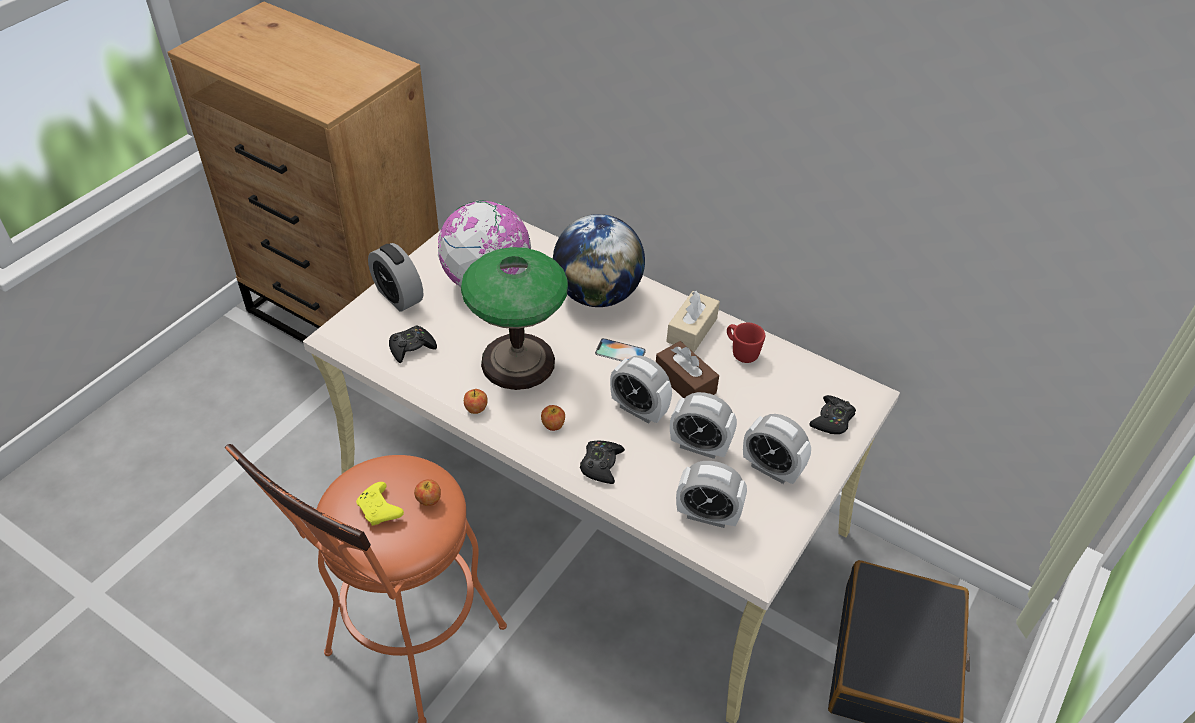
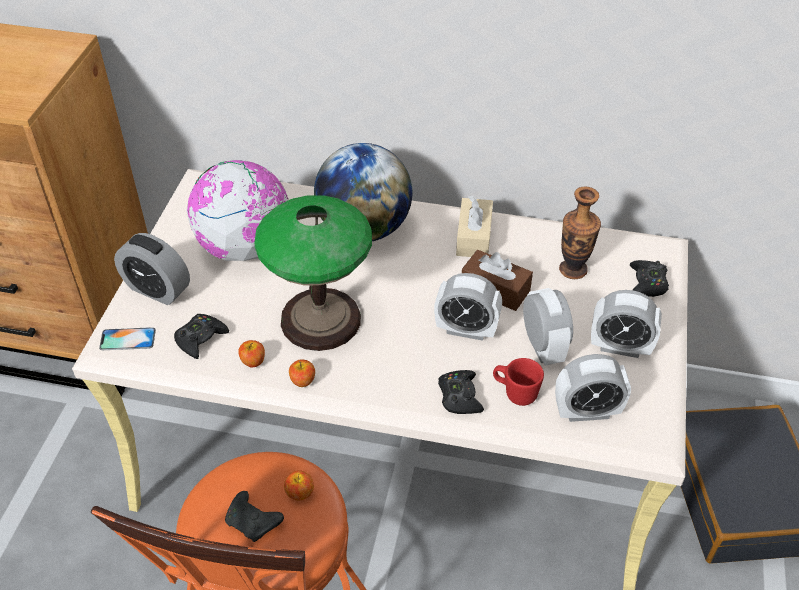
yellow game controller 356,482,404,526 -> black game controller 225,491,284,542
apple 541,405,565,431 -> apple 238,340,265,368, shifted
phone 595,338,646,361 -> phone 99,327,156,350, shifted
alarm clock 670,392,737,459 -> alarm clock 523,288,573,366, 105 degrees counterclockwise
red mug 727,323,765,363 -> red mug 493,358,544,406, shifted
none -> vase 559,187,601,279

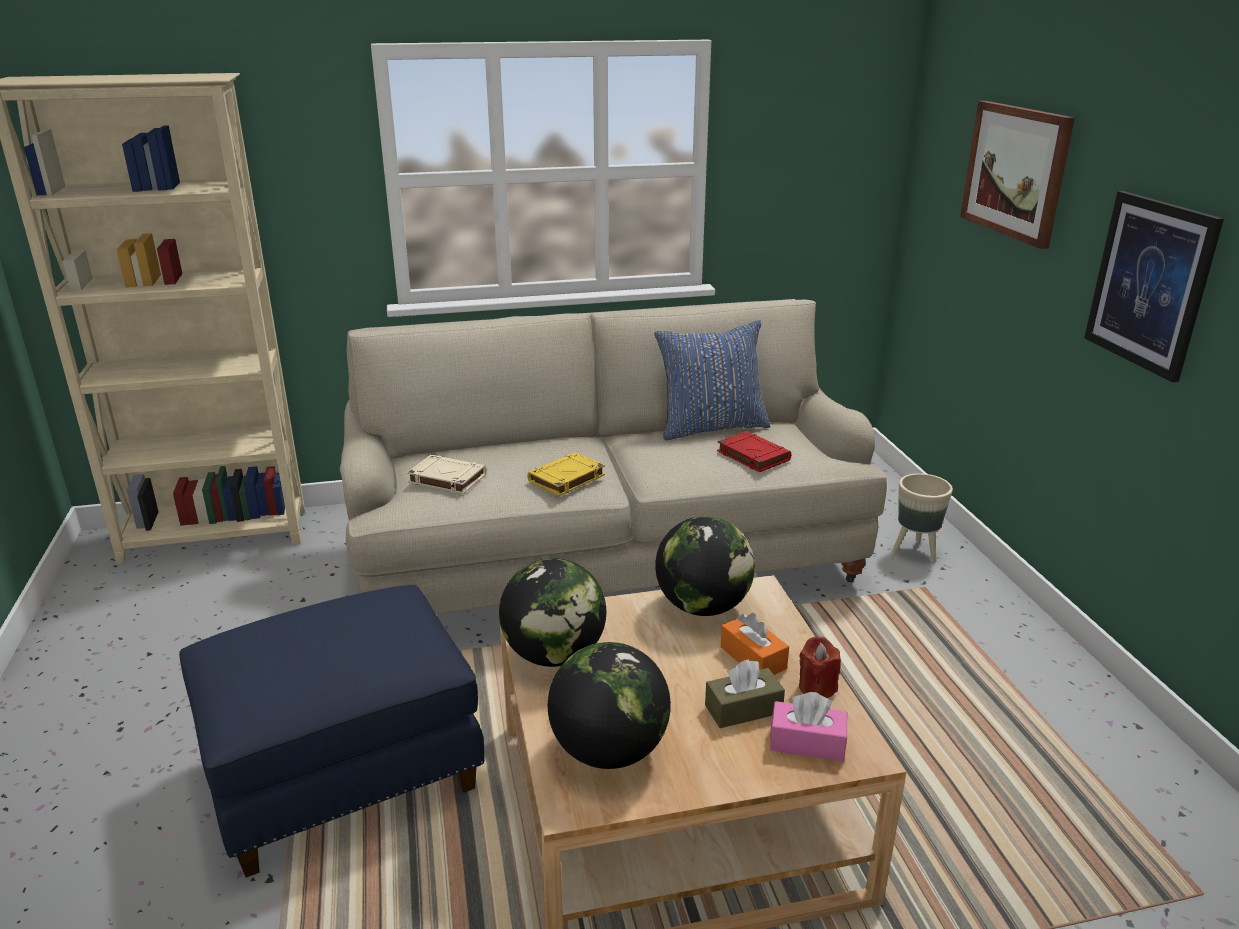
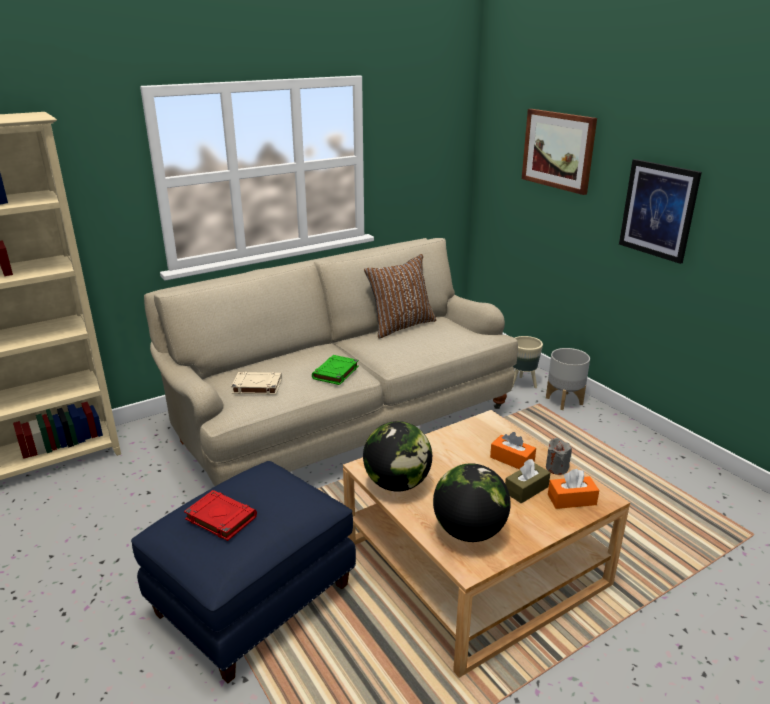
yellow book 527,452,605,496 -> green book 312,355,359,385
blue pillow 654,320,771,440 -> brown pillow 364,254,436,339
globe 655,516,755,616 -> none
red book 717,431,791,472 -> red book 184,490,257,541, shifted
pink tissue box 770,692,847,761 -> orange tissue box 548,469,599,509
red candle 799,637,841,698 -> grey candle 546,438,572,475
none -> grey planter 546,348,590,410

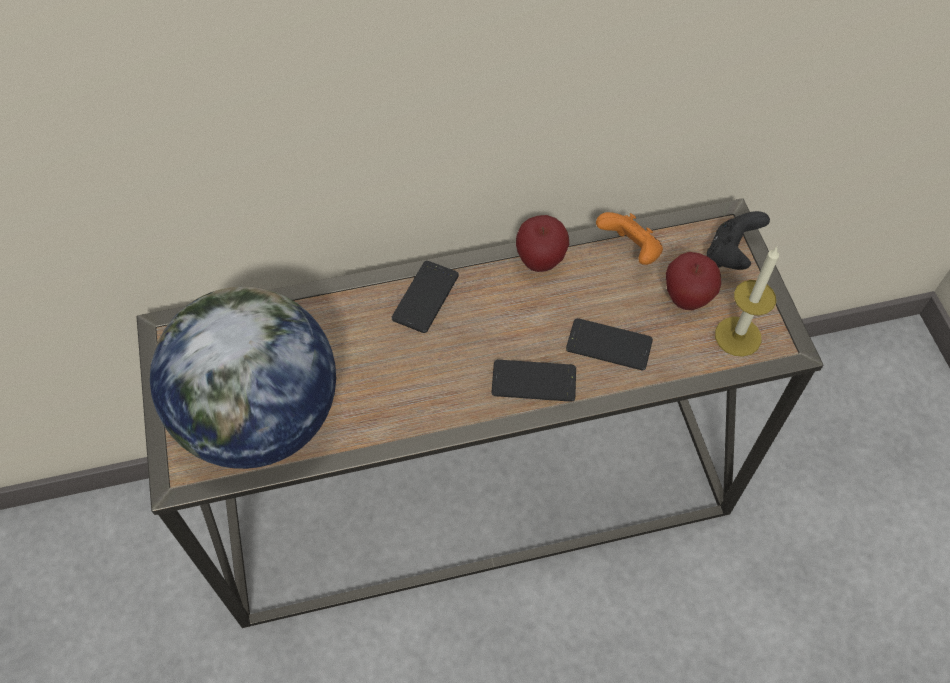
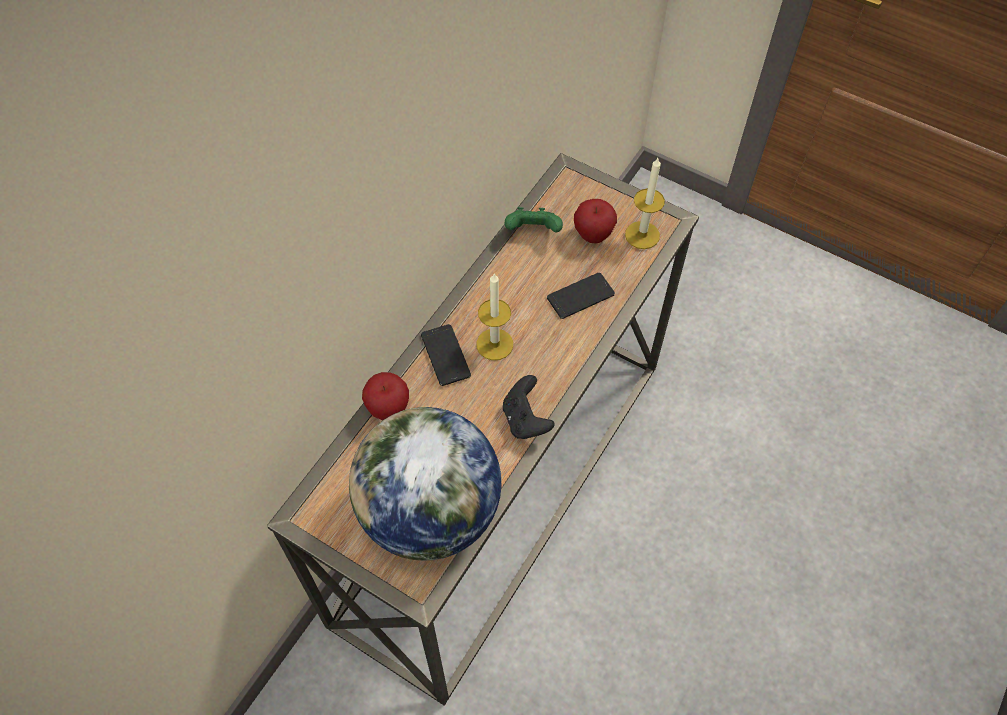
phone 492,360,576,402 -> none
apple 516,215,569,272 -> apple 362,372,409,420, shifted
orange game controller 596,212,663,265 -> green game controller 505,207,563,232
black game controller 707,211,770,270 -> black game controller 503,375,554,439, shifted
none -> candle 476,274,513,360

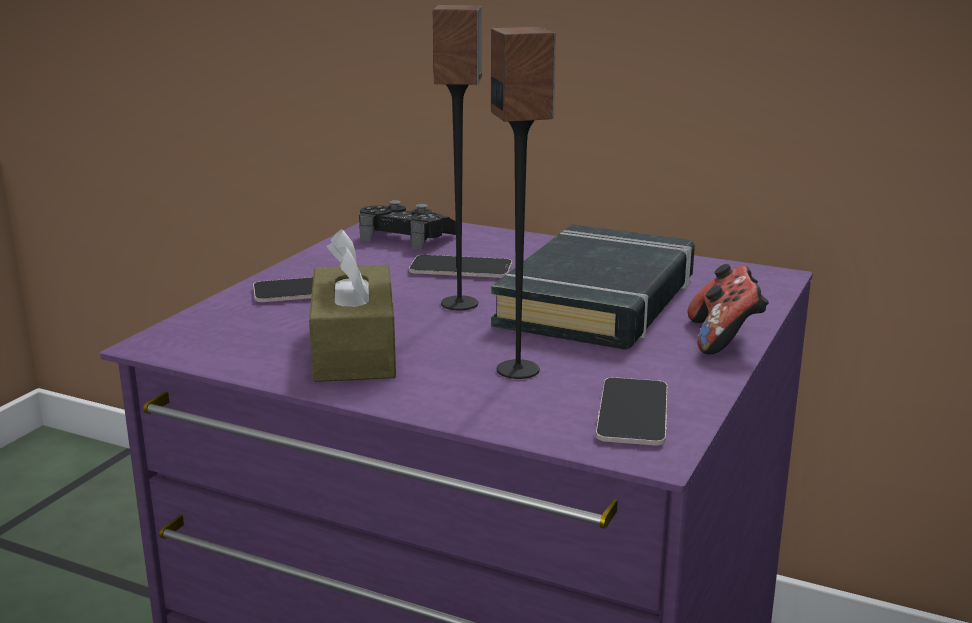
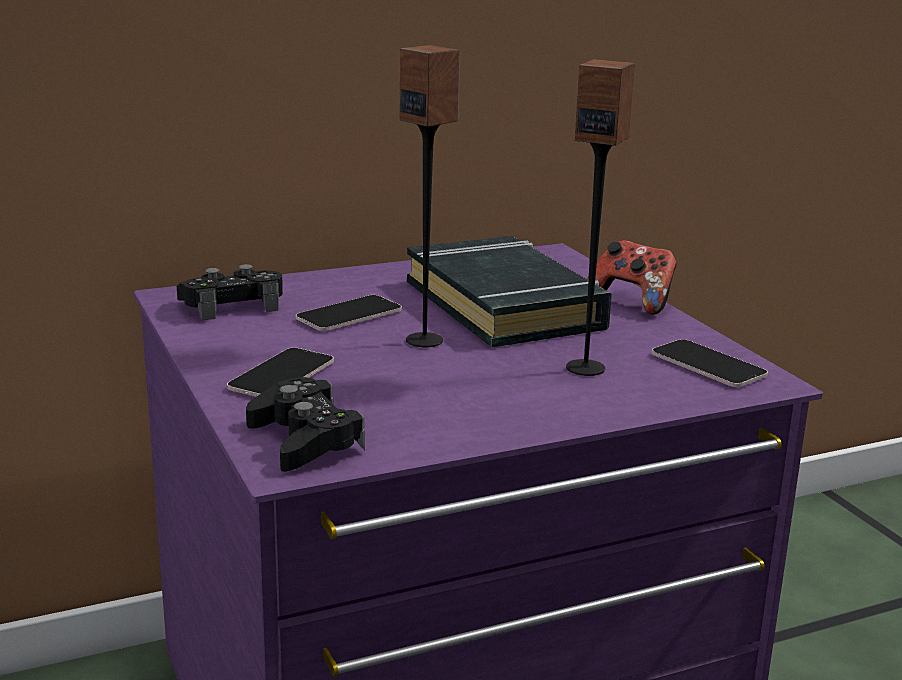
brown tissue box 309,229,396,382 -> none
none -> black game controller 246,377,365,472

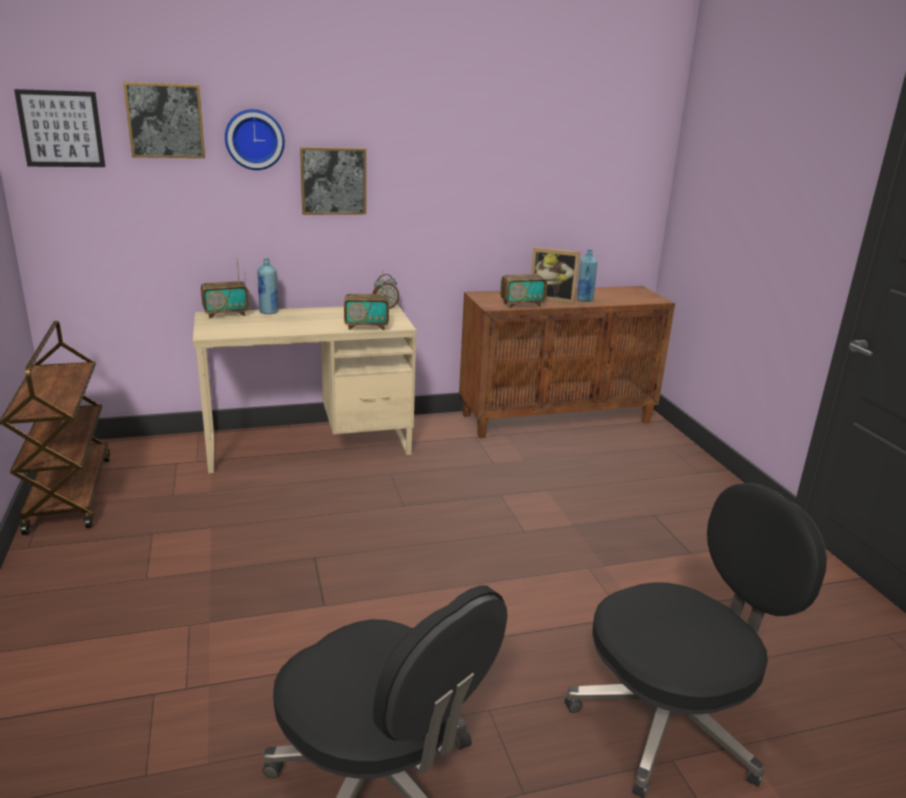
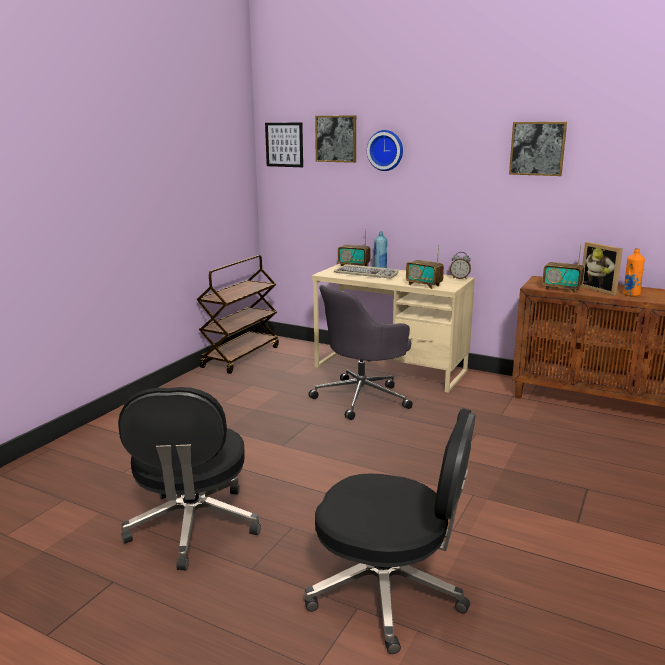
picture 300,147,366,215 -> picture 509,122,567,176, shifted
blue bottle 577,250,597,302 -> orange bottle 623,248,645,297
none -> grey office chair 308,285,413,420
none -> keyboard 334,265,398,278

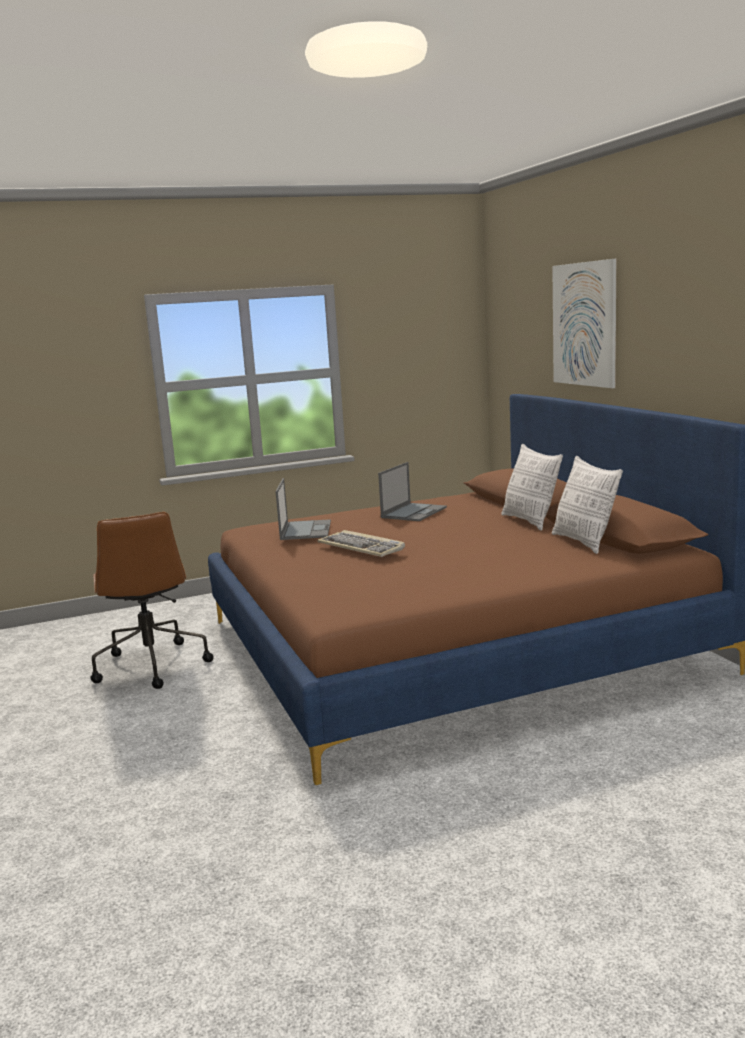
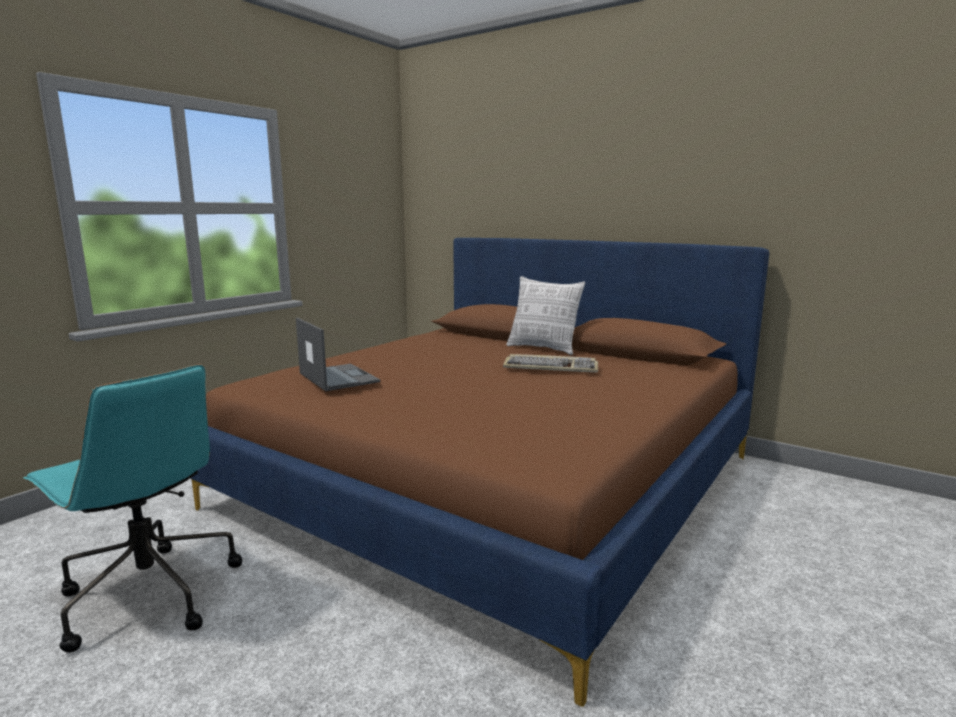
brown office chair 90,512,214,689 -> turquoise office chair 23,364,242,653
keyboard 317,530,405,557 -> keyboard 503,354,598,373, shifted
laptop 378,462,447,521 -> none
picture 552,259,616,388 -> none
pillow 552,456,623,554 -> none

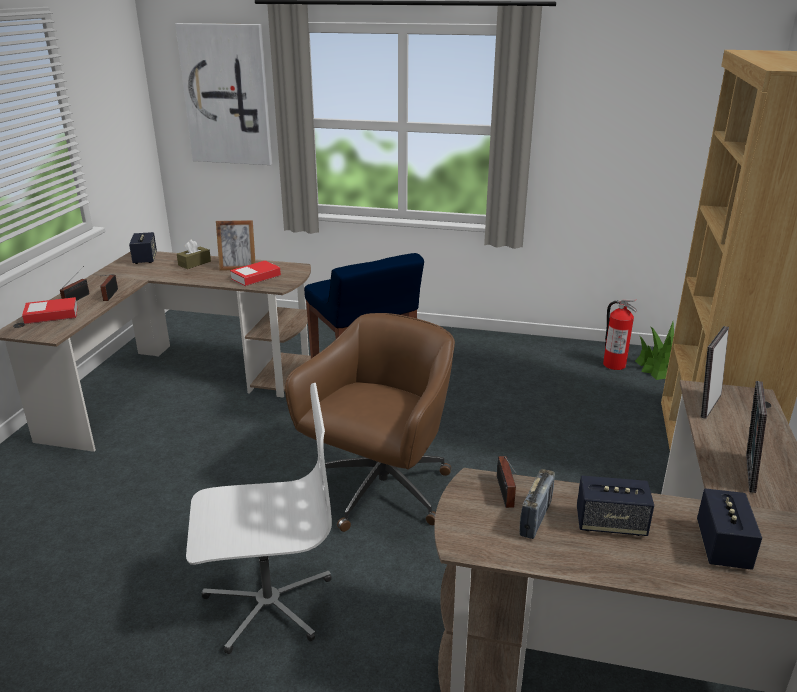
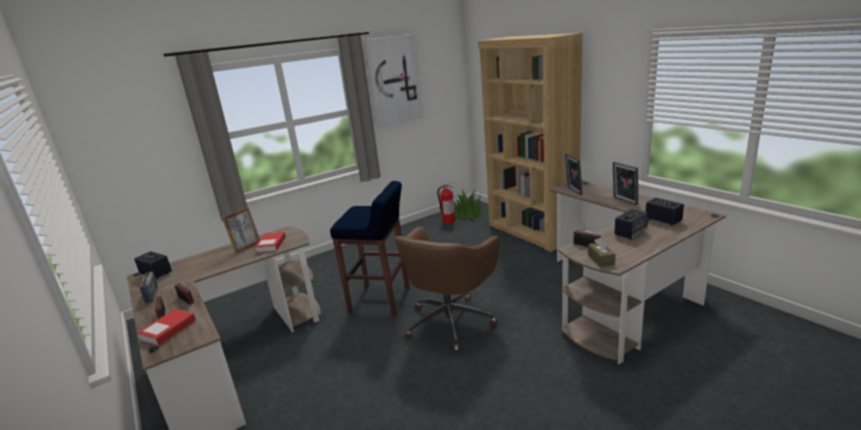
picture 175,23,272,165 -> picture 365,34,424,128, shifted
brown tissue box 177,240,211,269 -> brown tissue box 588,238,616,267, shifted
white office chair 186,383,332,654 -> none
brown office chair 285,313,455,532 -> brown office chair 394,227,500,352, 135 degrees counterclockwise
radio 519,469,555,539 -> radio 140,272,158,303, shifted

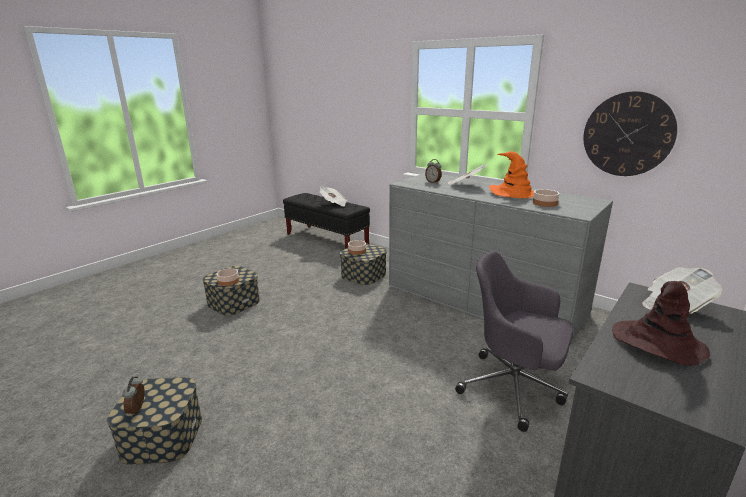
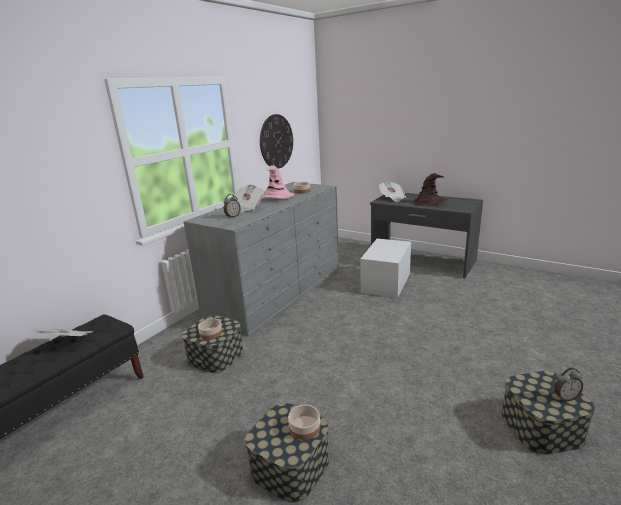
grey office chair 455,251,573,432 -> white storage box 360,239,411,298
orange hat 489,151,534,198 -> pink hat 262,165,294,199

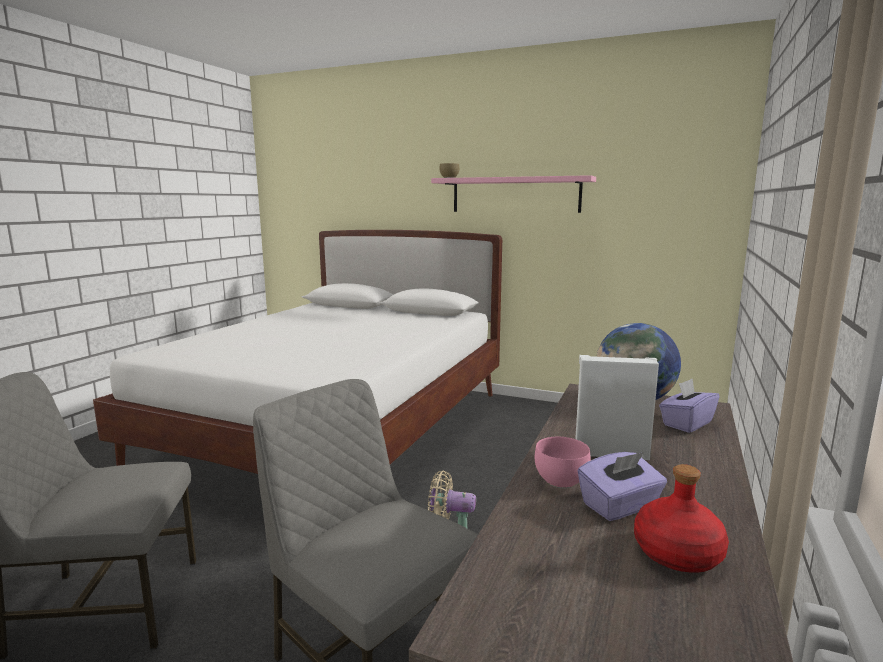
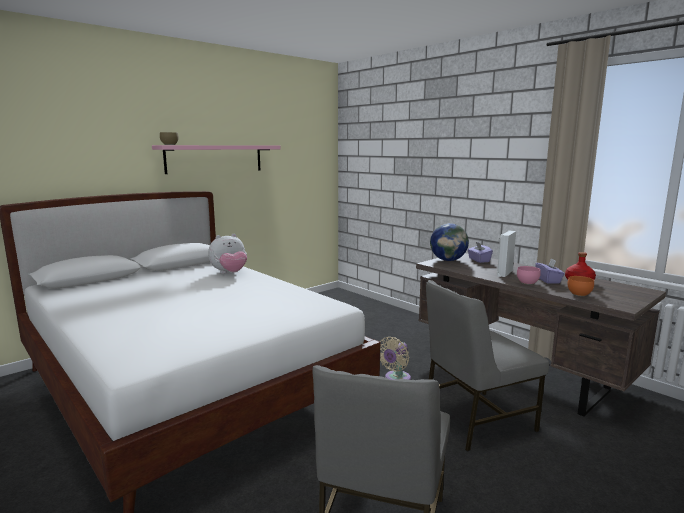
none -> plush toy 208,234,247,274
none -> orange bowl 567,276,594,296

